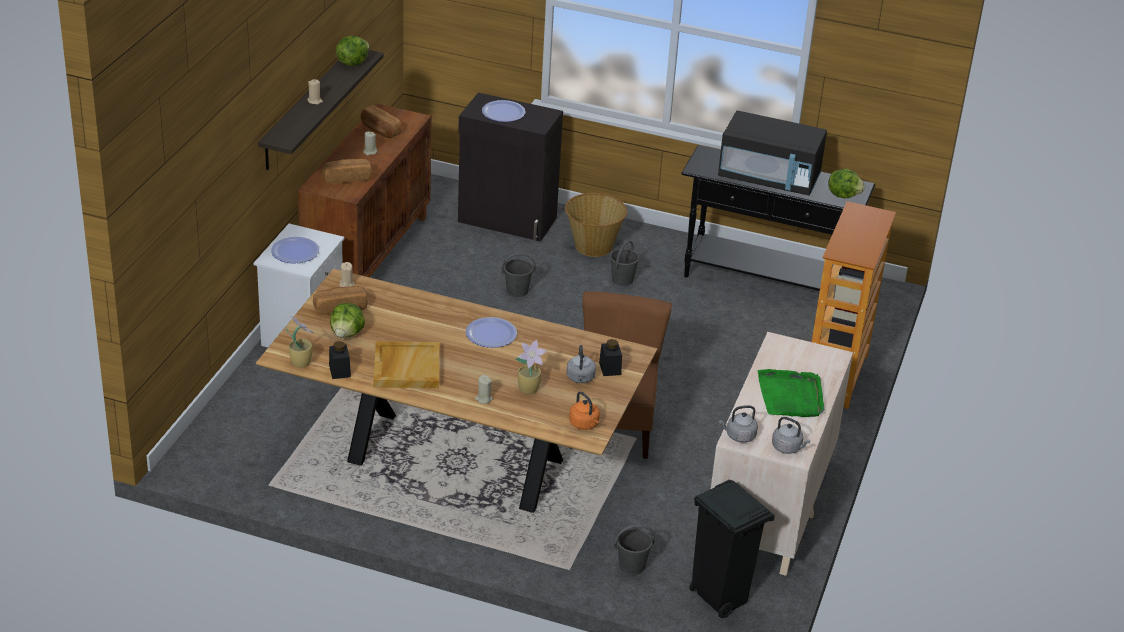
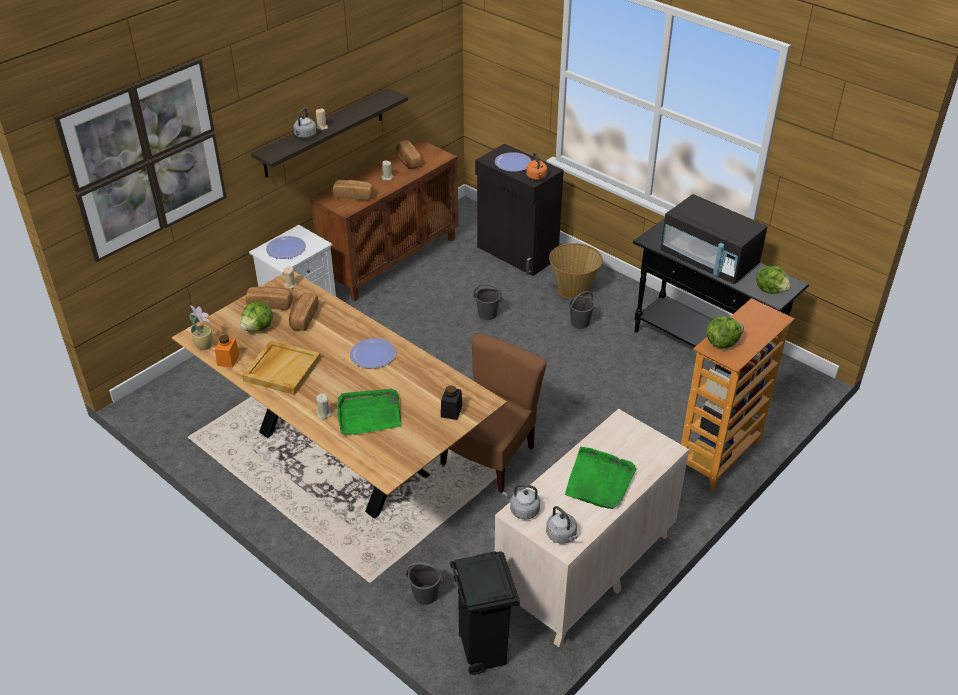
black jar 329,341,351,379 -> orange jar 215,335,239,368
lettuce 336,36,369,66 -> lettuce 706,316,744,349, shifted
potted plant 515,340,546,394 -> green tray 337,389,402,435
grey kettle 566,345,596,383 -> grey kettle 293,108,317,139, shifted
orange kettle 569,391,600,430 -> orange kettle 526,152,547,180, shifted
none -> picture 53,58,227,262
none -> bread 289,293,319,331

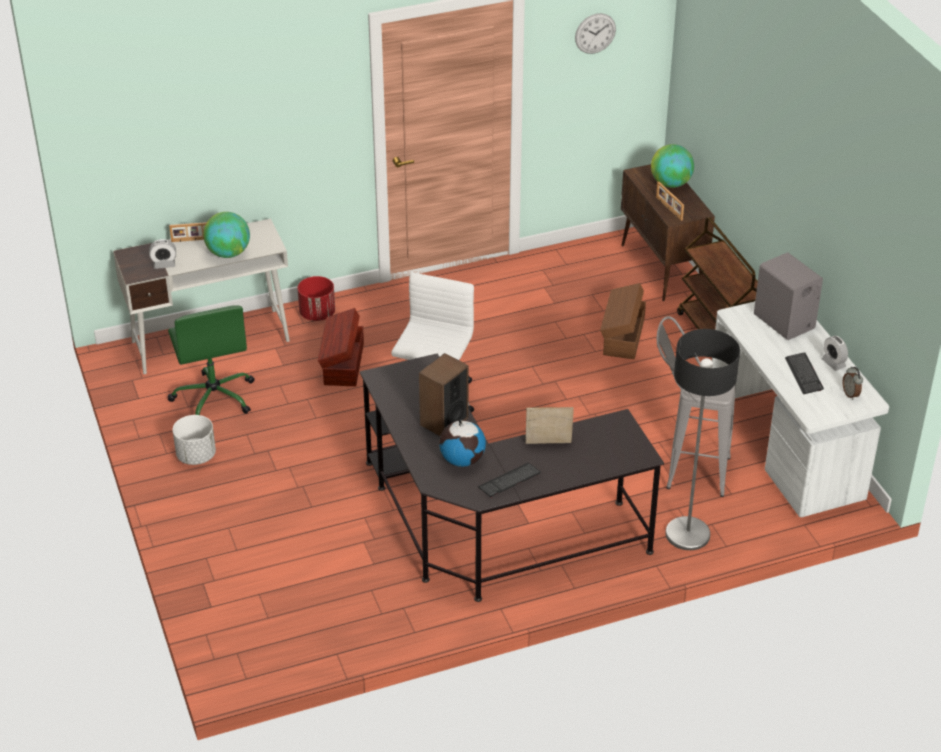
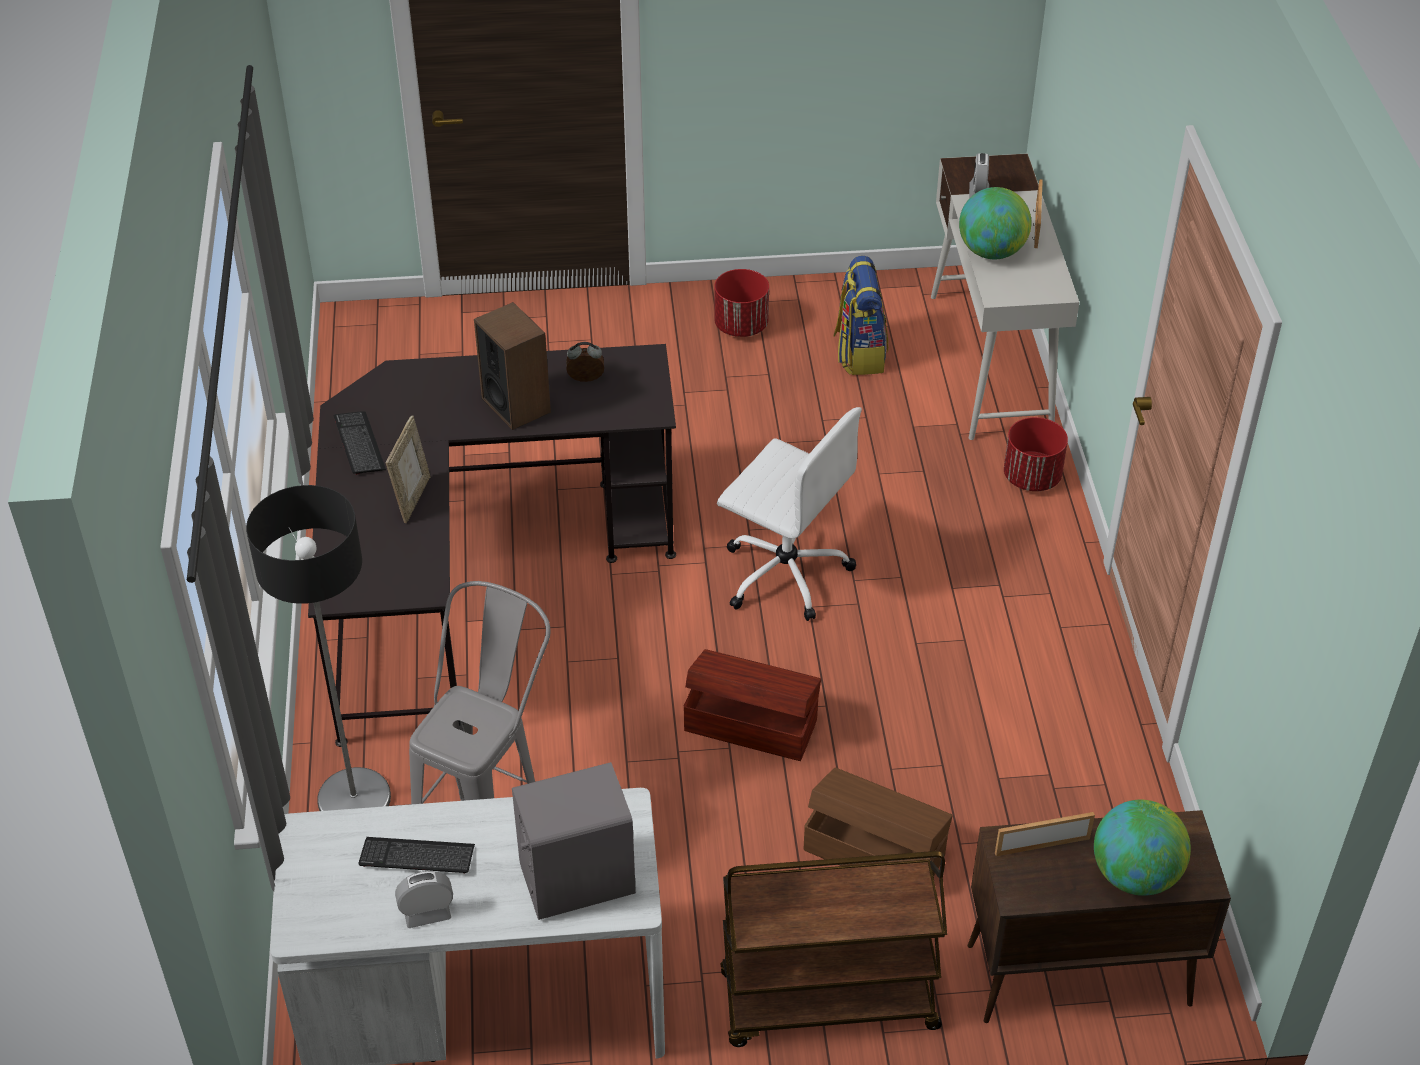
green office chair 167,306,255,415 -> backpack 833,256,888,375
white planter 173,415,216,465 -> red planter 714,269,769,337
brown storage box 318,308,364,386 -> brown storage box 684,649,821,761, shifted
globe 439,419,486,467 -> none
wall clock 575,13,616,54 -> none
alarm clock 843,367,863,400 -> alarm clock 566,342,604,382, shifted

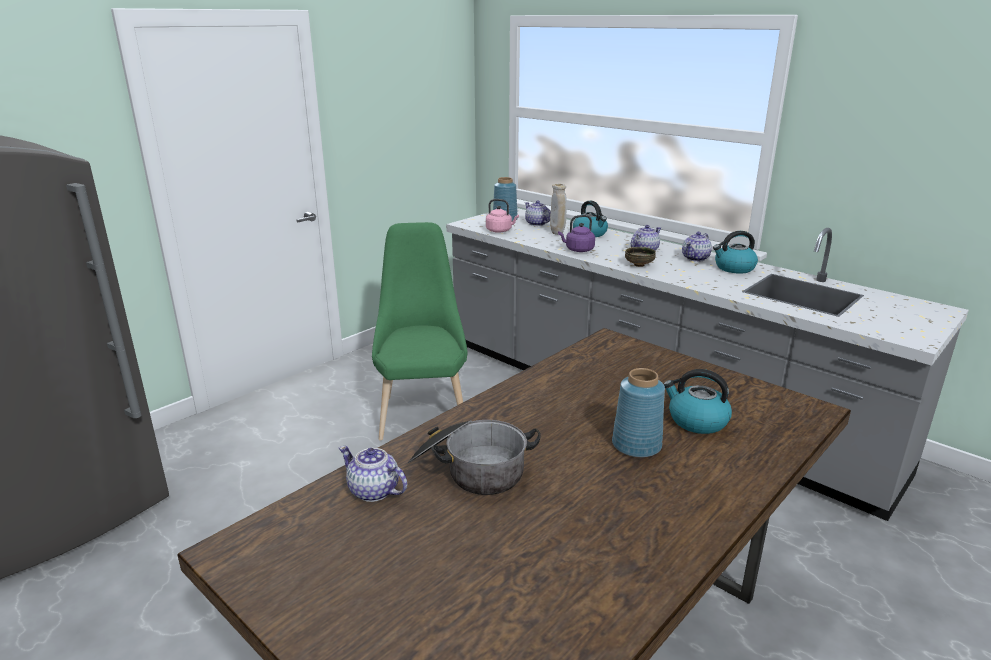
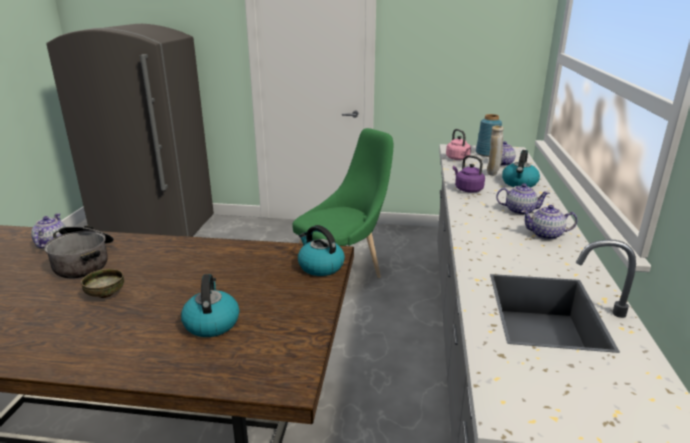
blue vase 612,368,665,458 -> none
bowl 625,247,656,267 -> bowl 81,269,124,298, shifted
kettle 713,231,758,274 -> kettle 298,225,345,276, shifted

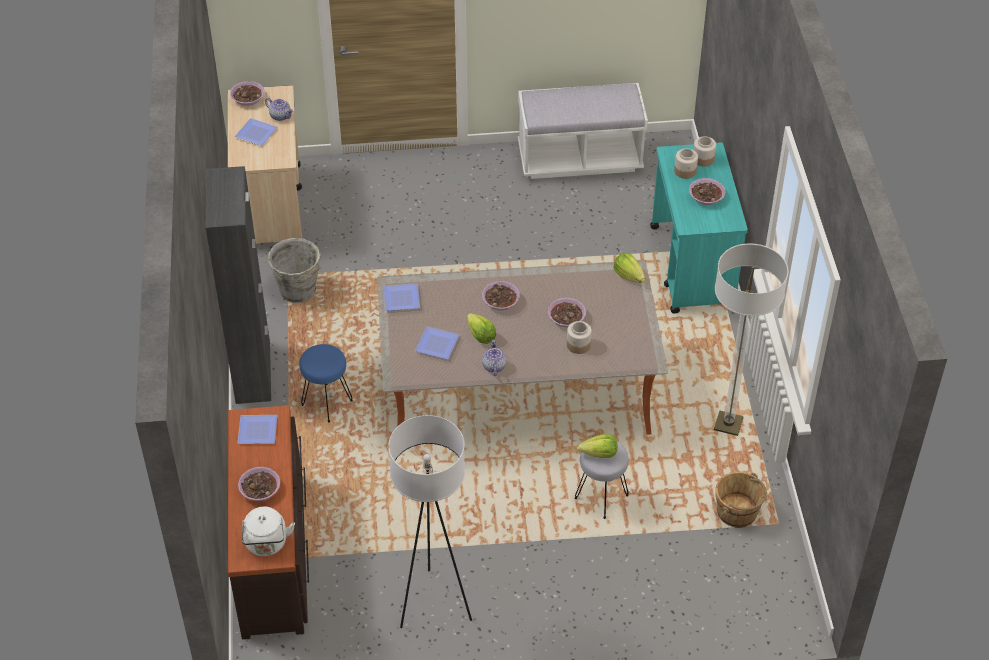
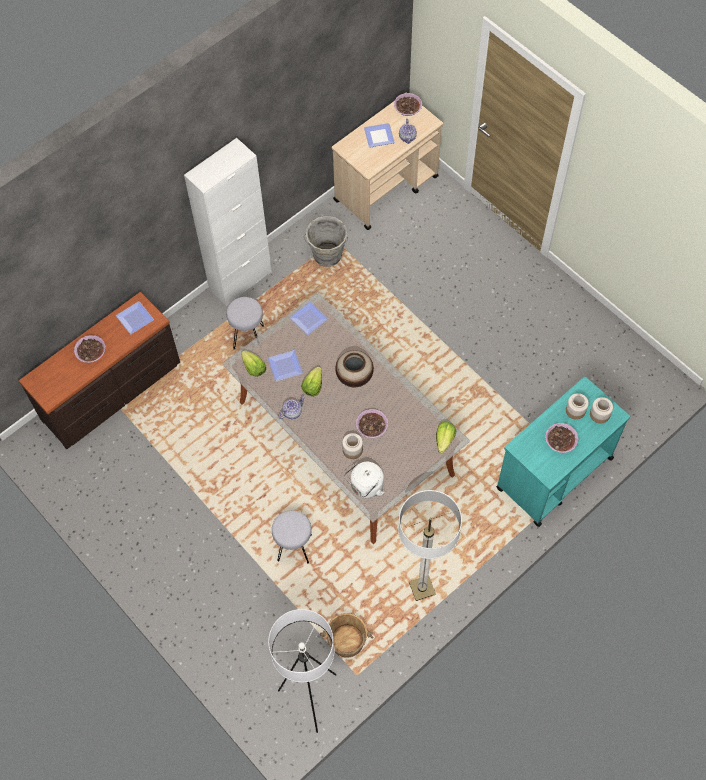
black cabinet 206,166,271,404 -> white cabinet 184,138,272,306
white kettle 242,507,295,556 -> white kettle 344,462,384,498, shifted
blue stool 299,344,353,422 -> grey stool 226,297,264,350
white floor lamp 388,415,472,628 -> white floor lamp 268,609,337,733, shifted
bowl 482,281,520,310 -> vase 335,350,374,387
white bench 518,83,648,179 -> none
lettuce 577,434,617,458 -> lettuce 241,350,266,377, shifted

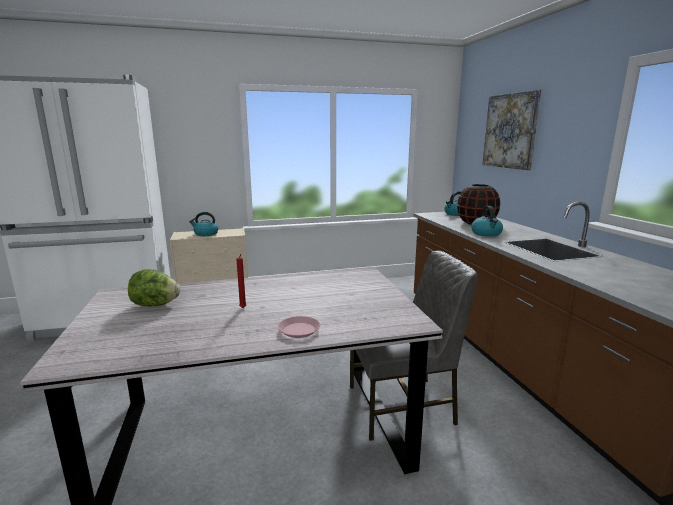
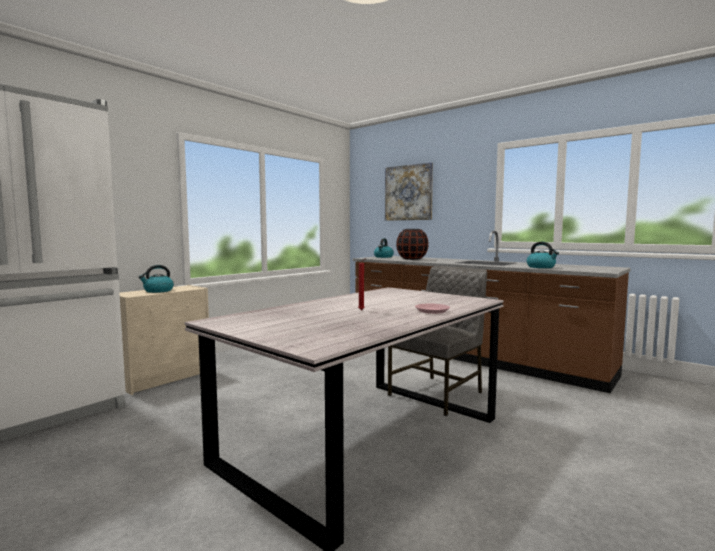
lettuce 128,269,180,306 -> none
kettle 471,206,503,237 -> kettle 527,242,559,268, shifted

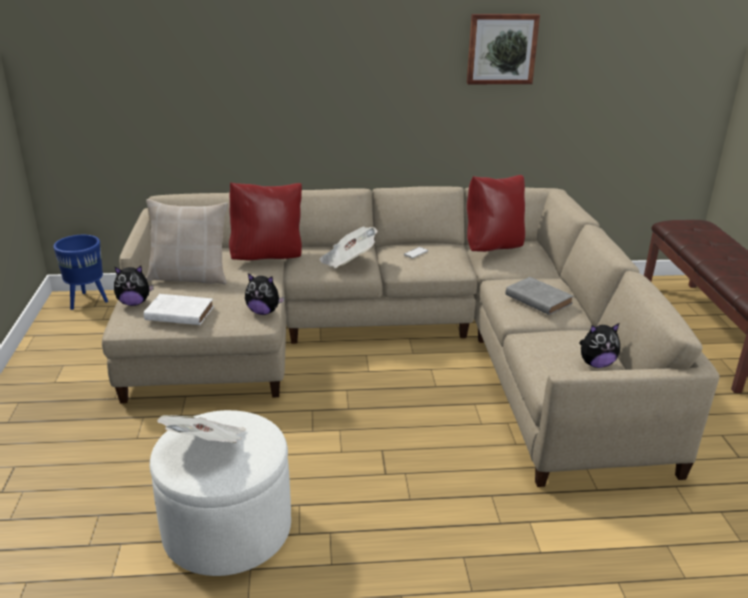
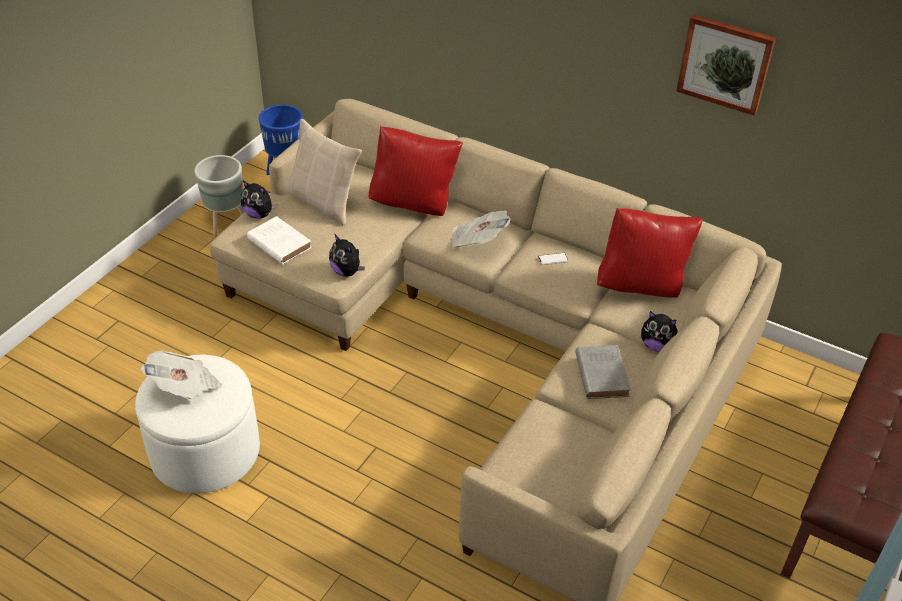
plush toy 579,323,620,368 -> plush toy 641,311,677,352, shifted
none -> grey planter 194,155,245,236

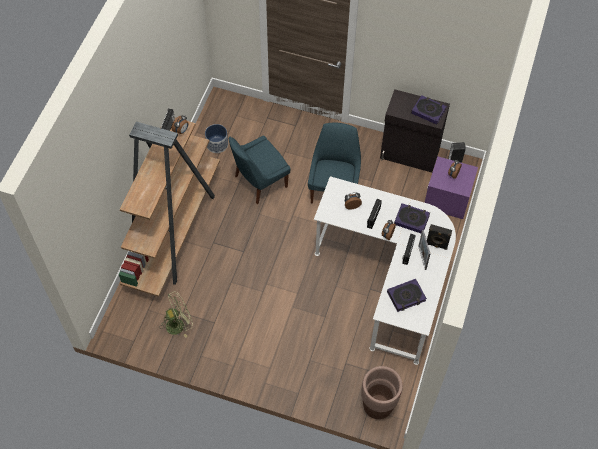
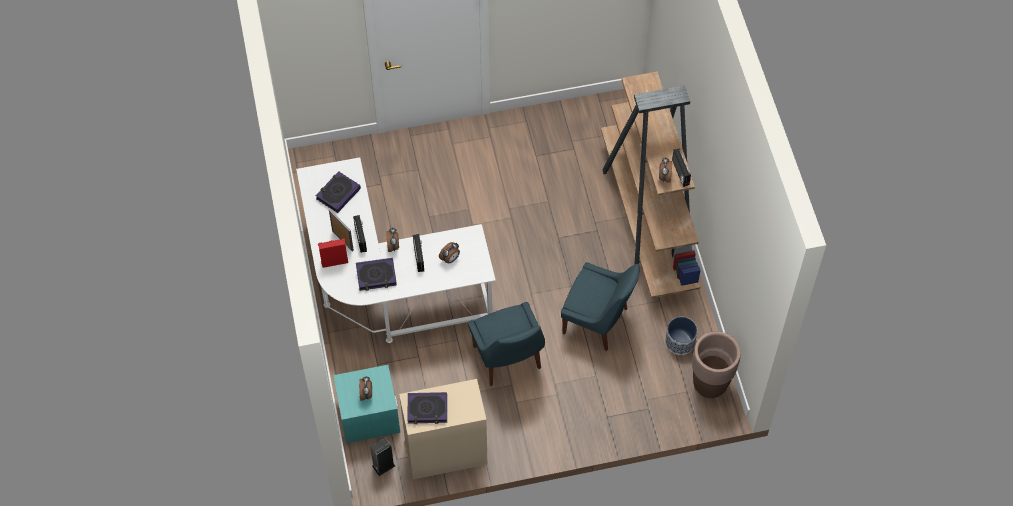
green fan 159,291,193,338 -> none
blue chair 228,135,291,204 -> blue chair 561,262,639,351, 90 degrees clockwise
brown planter 361,366,403,419 -> brown planter 692,331,741,398, shifted
black cabinet 380,89,450,172 -> beige cabinet 399,379,488,479
purple nightstand 425,156,478,219 -> turquoise nightstand 333,365,400,443
black speaker 427,224,452,250 -> red speaker 318,239,348,268

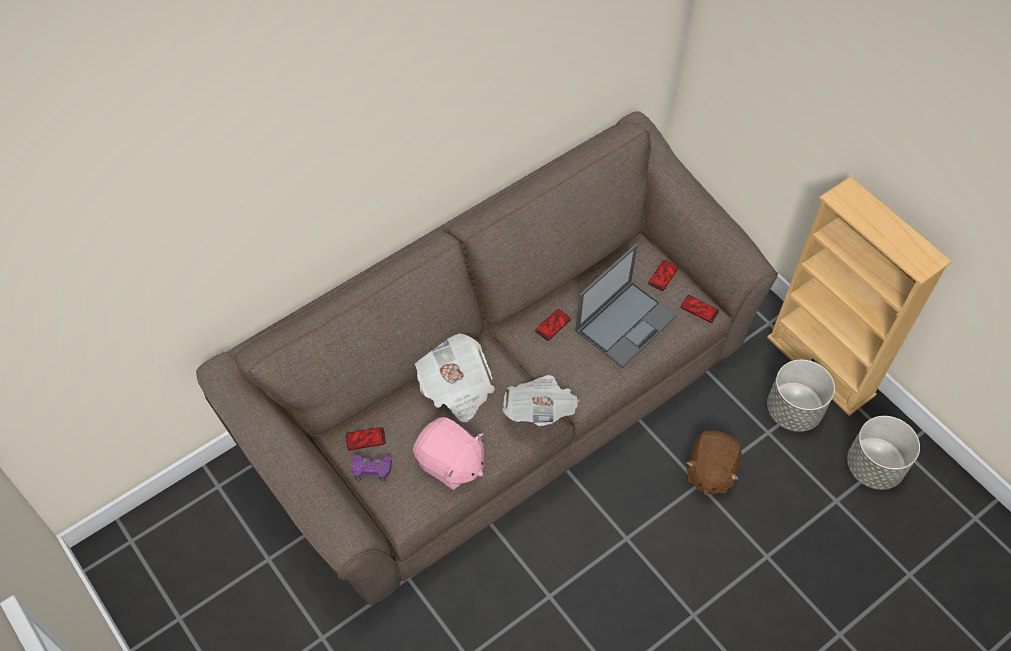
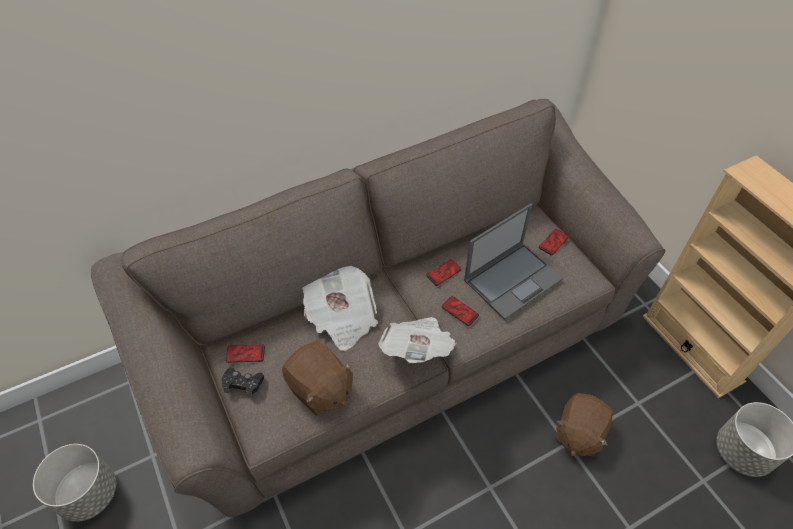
purple game controller 352,454,392,482 -> black game controller 221,367,264,398
pink plush toy 413,417,484,490 -> brown plush toy 282,341,353,416
phone 681,295,719,323 -> phone 442,296,479,326, shifted
grey planter 767,360,835,432 -> grey planter 33,444,116,522, shifted

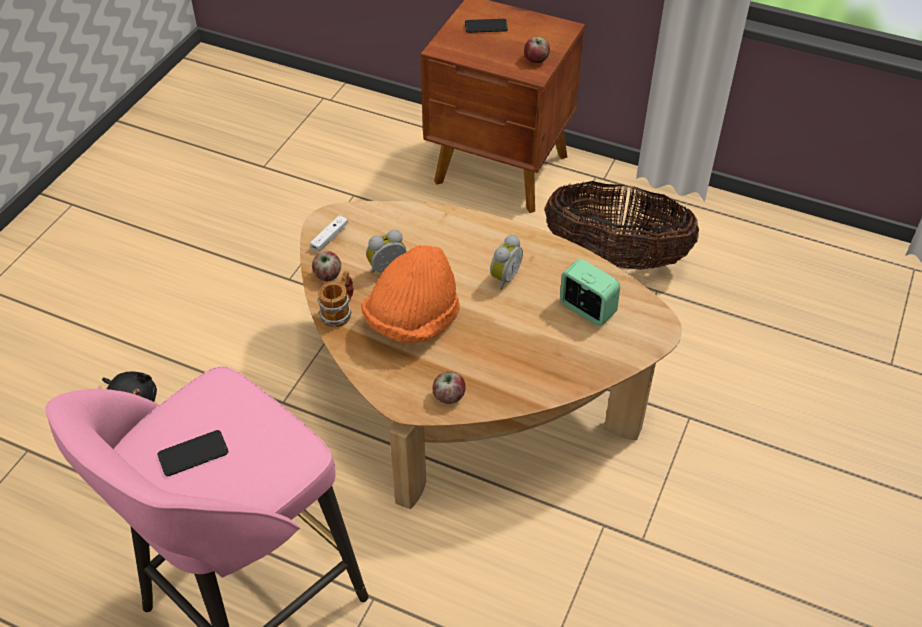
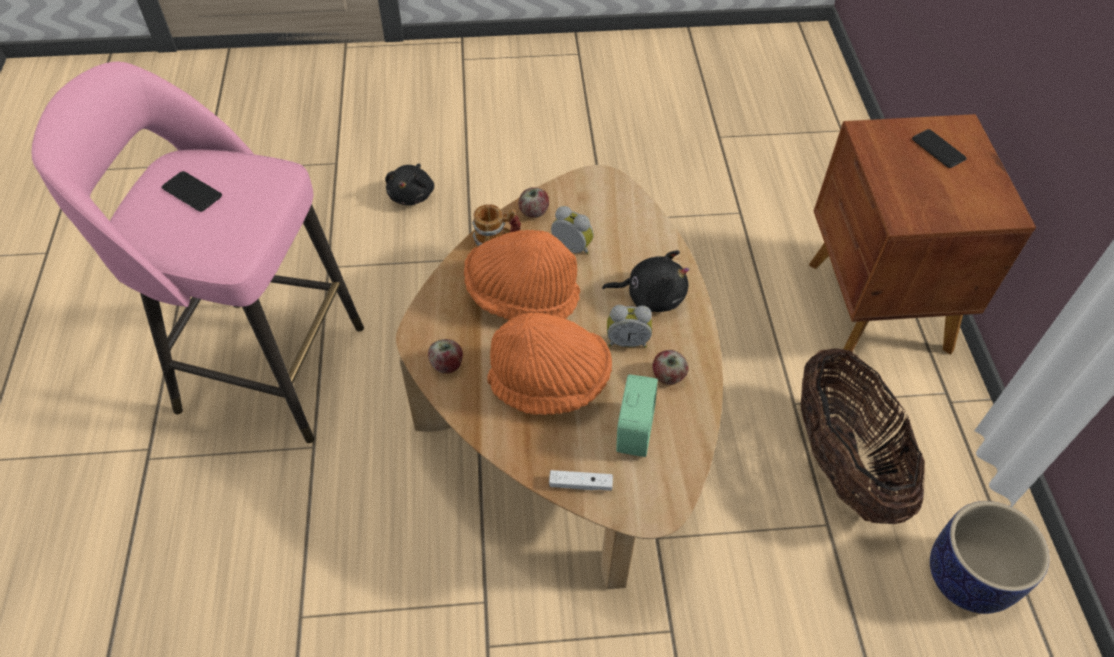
white game controller 310,215,348,252 -> white game controller 549,470,613,491, shifted
apple 524,37,550,63 -> apple 652,350,689,385, shifted
none -> orange hat 488,312,612,415
none -> black plush toy 602,250,689,312
none -> planter 930,501,1049,614

